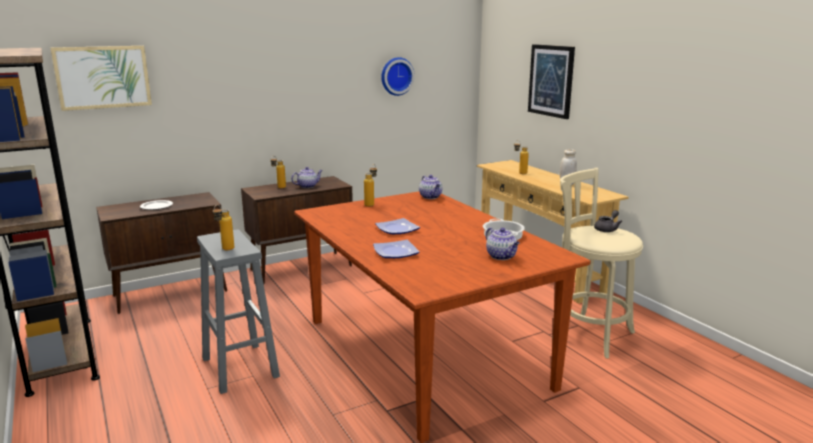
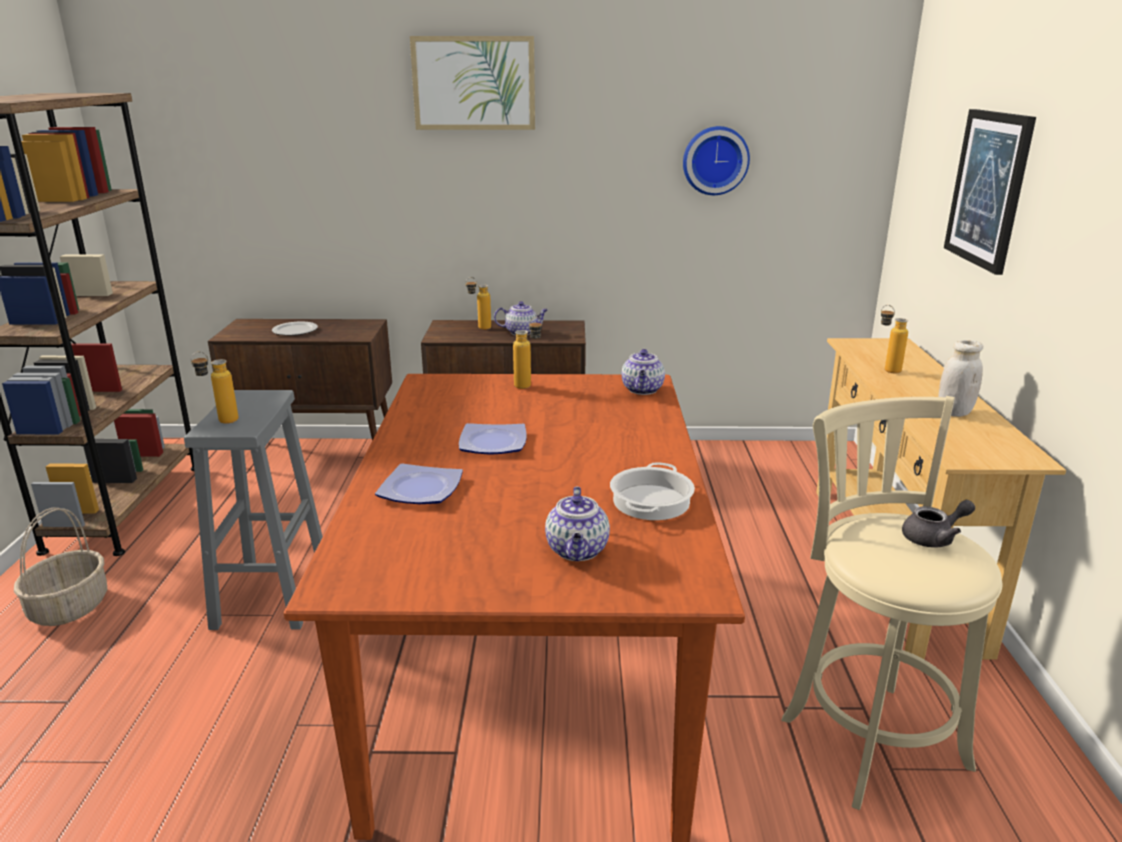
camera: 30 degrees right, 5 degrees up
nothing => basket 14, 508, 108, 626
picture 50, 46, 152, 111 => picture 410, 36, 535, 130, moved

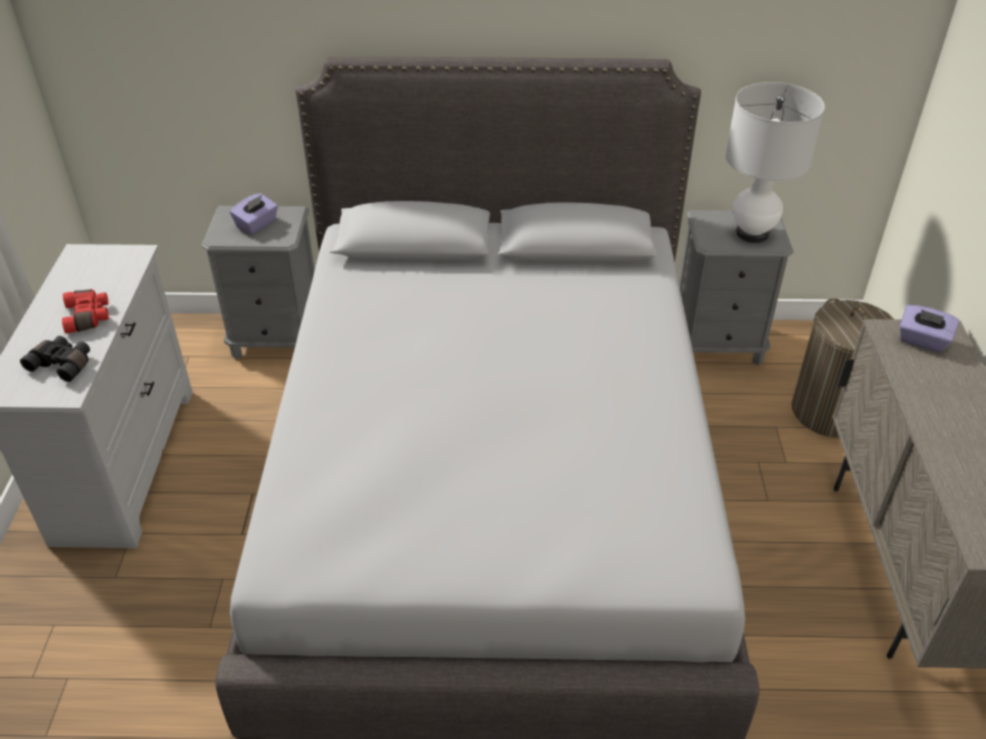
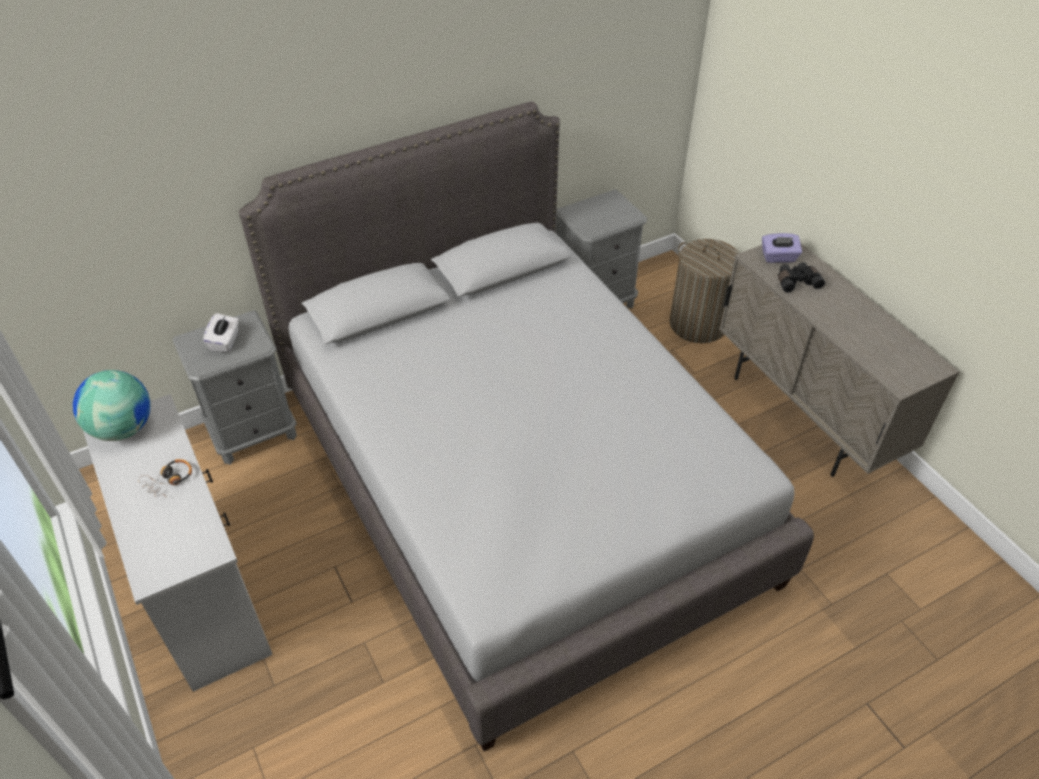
camera: 30 degrees left, 5 degrees up
nothing => globe 73, 370, 150, 441
red binoculars 62, 289, 109, 334 => headphones 138, 459, 192, 497
purple tissue box 230, 193, 278, 234 => white tissue box 203, 313, 239, 352
black binoculars 20, 336, 90, 382 => black binoculars 778, 262, 825, 293, moved
white table lamp 726, 82, 825, 243 => nothing

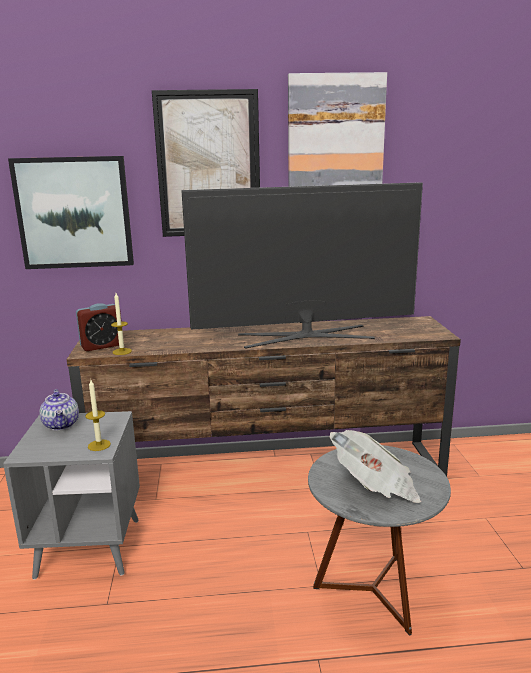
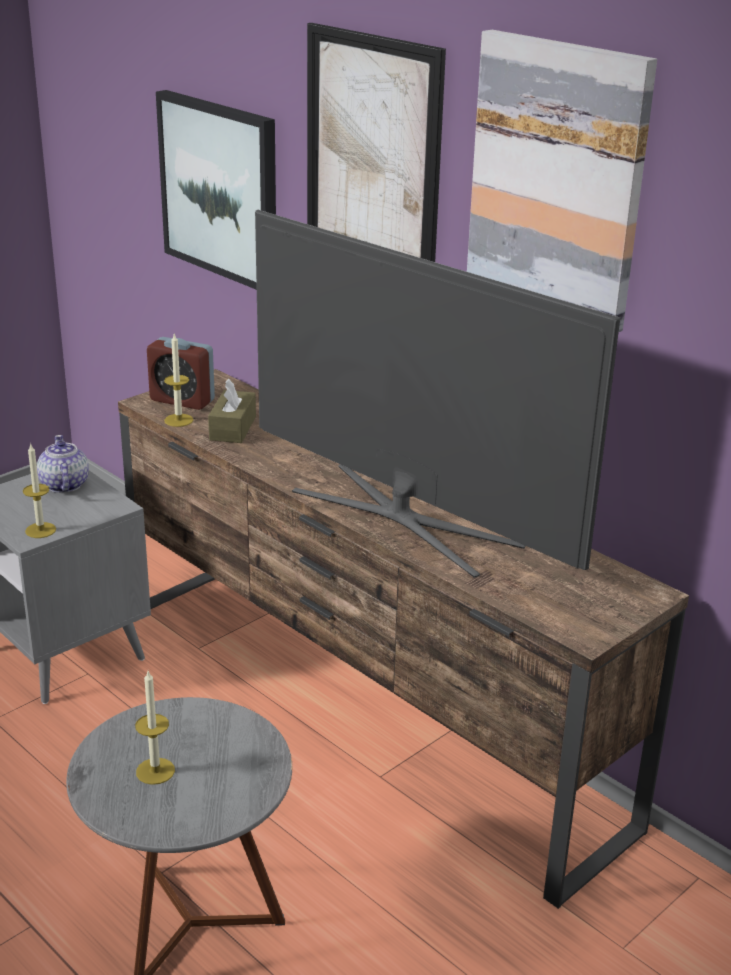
camera: 50 degrees right, 10 degrees up
teapot 40, 389, 79, 430 => teapot 37, 435, 89, 493, 135 degrees clockwise
newspaper 330, 430, 421, 503 => candle 135, 671, 175, 785
nothing => brown tissue box 208, 379, 256, 443

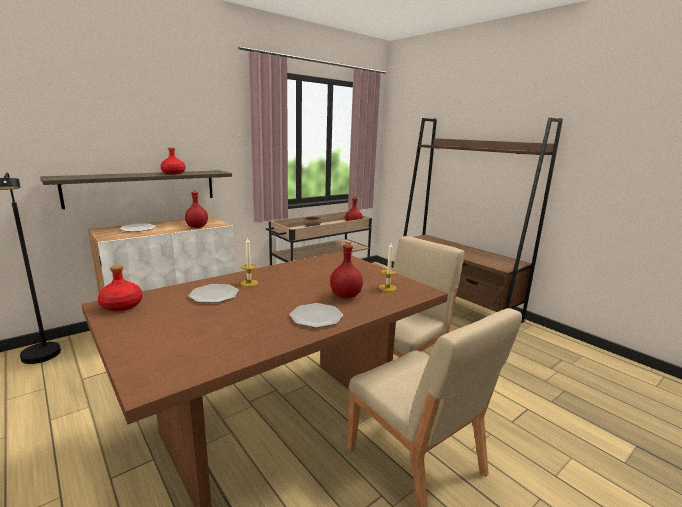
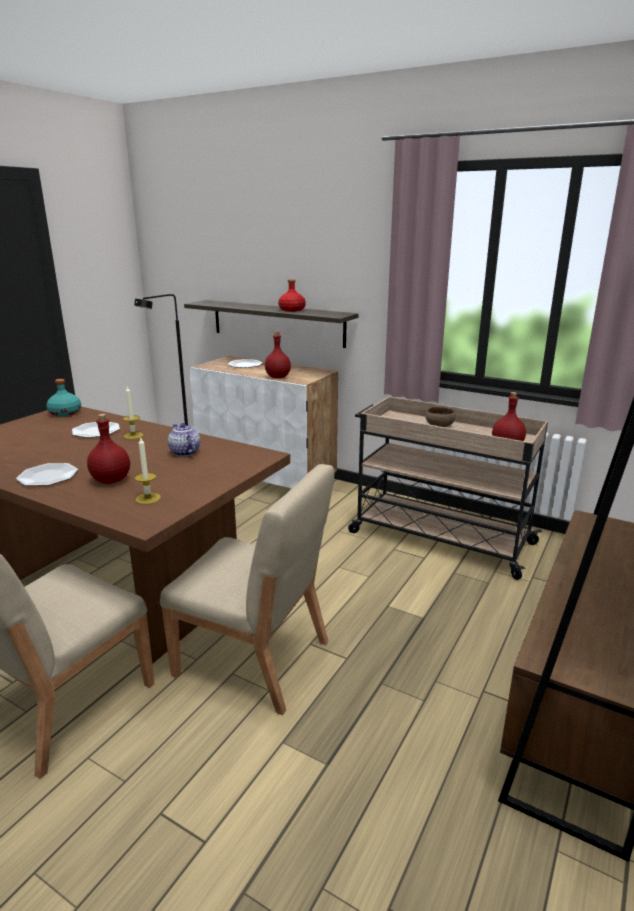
camera: 70 degrees right, 5 degrees up
red bottle 98, 265, 143, 311 => turquoise bottle 46, 379, 81, 416
nothing => teapot 168, 423, 200, 457

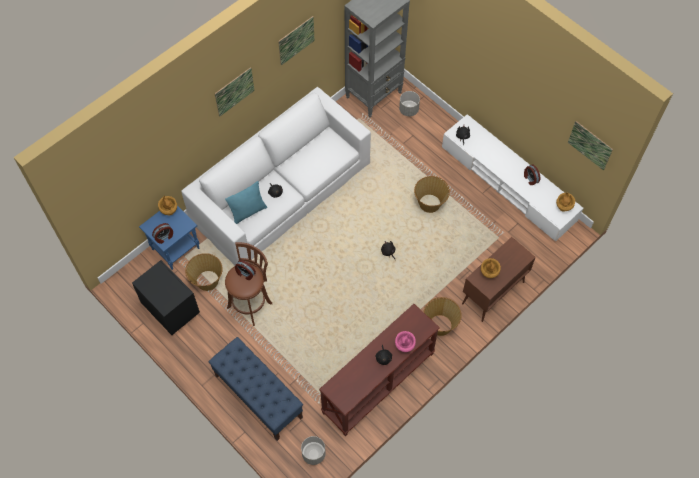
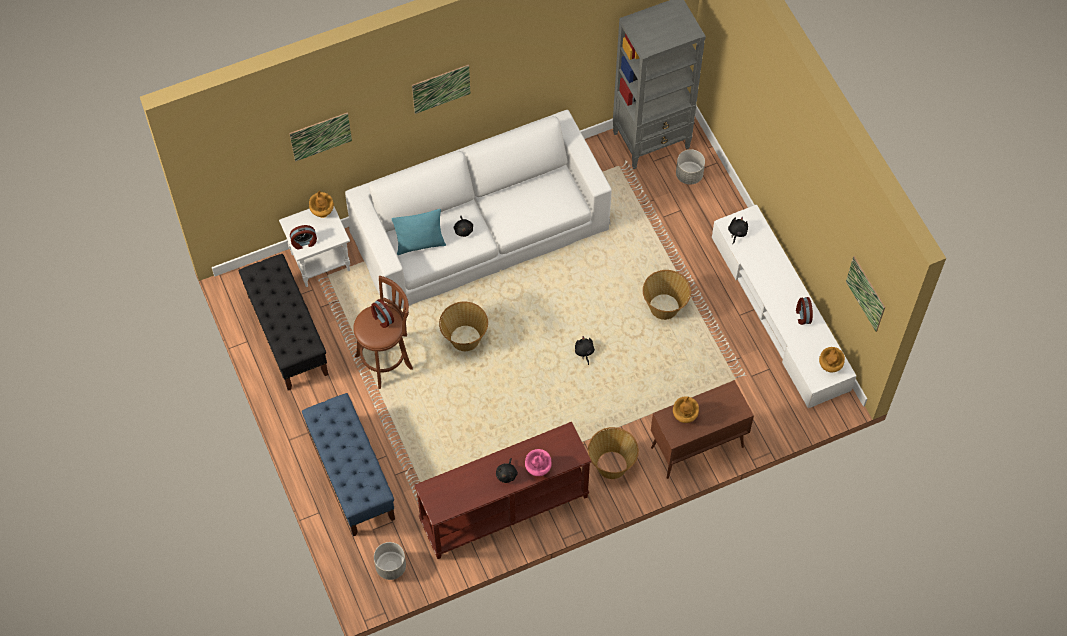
camera: 20 degrees right, 0 degrees up
black nightstand 132, 260, 200, 335 => black bench 239, 254, 328, 391
blue side table 139, 206, 199, 270 => white side table 279, 207, 350, 287
picture 278, 16, 315, 65 => picture 289, 112, 352, 162, moved
basket 185, 253, 223, 291 => basket 439, 302, 488, 351, moved

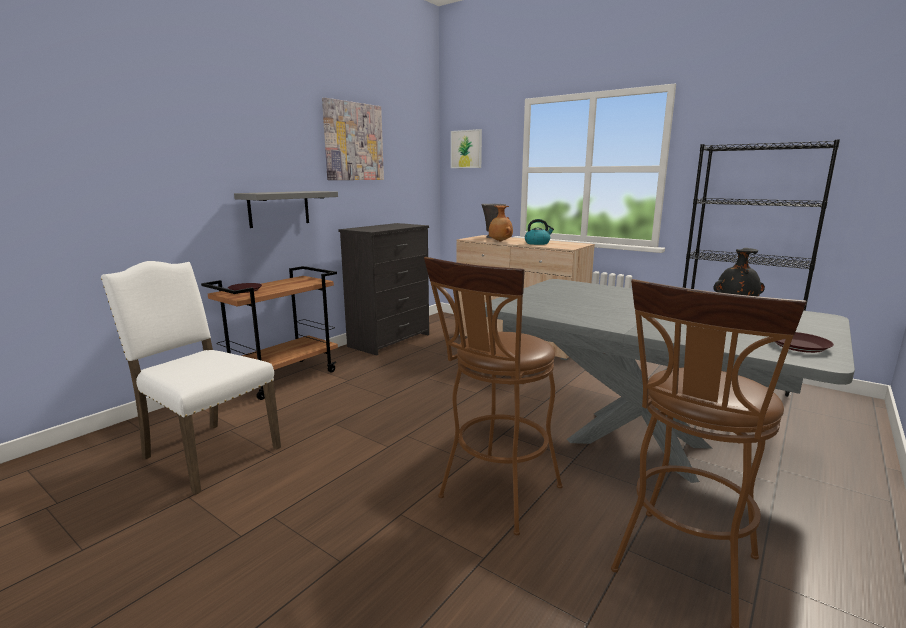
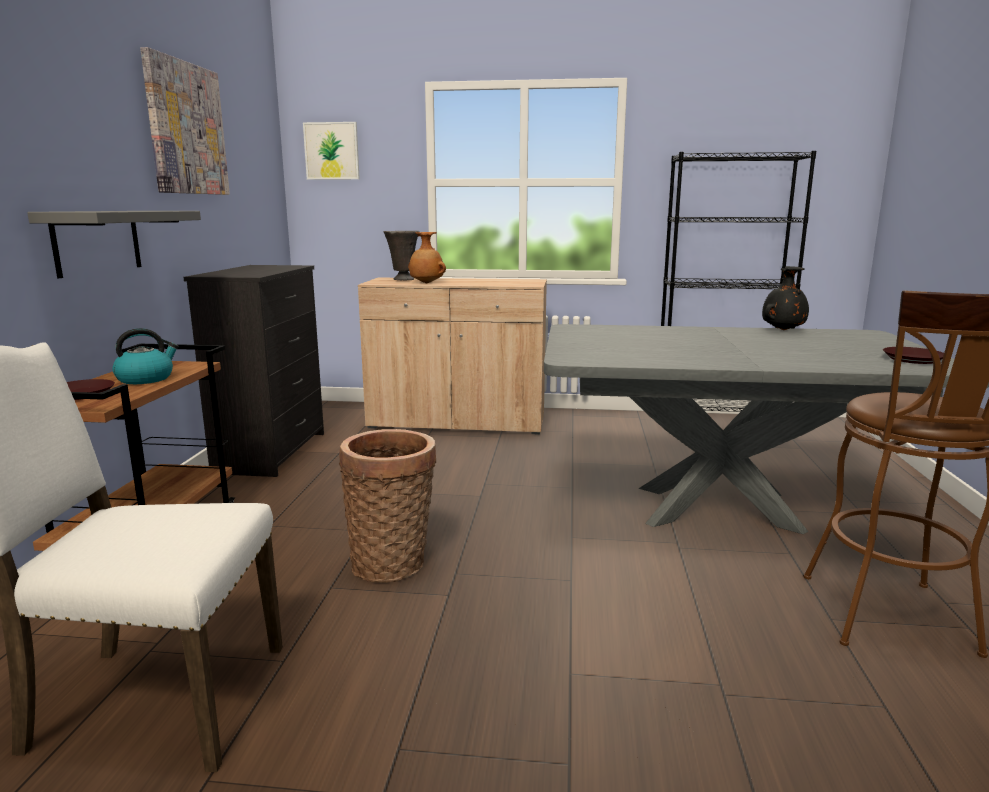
camera: 30 degrees left, 0 degrees up
kettle 525, 219, 554, 245 => kettle 113, 328, 179, 384, moved
nothing => basket 339, 429, 436, 583
brown stool 424, 257, 563, 535 => nothing

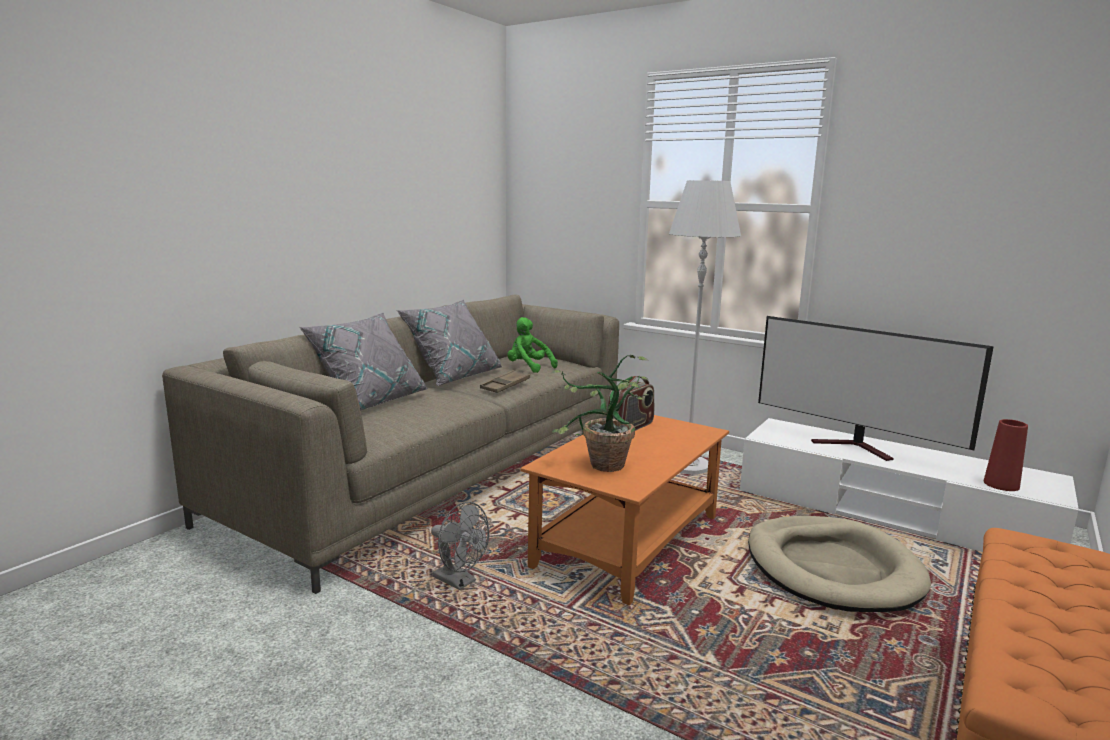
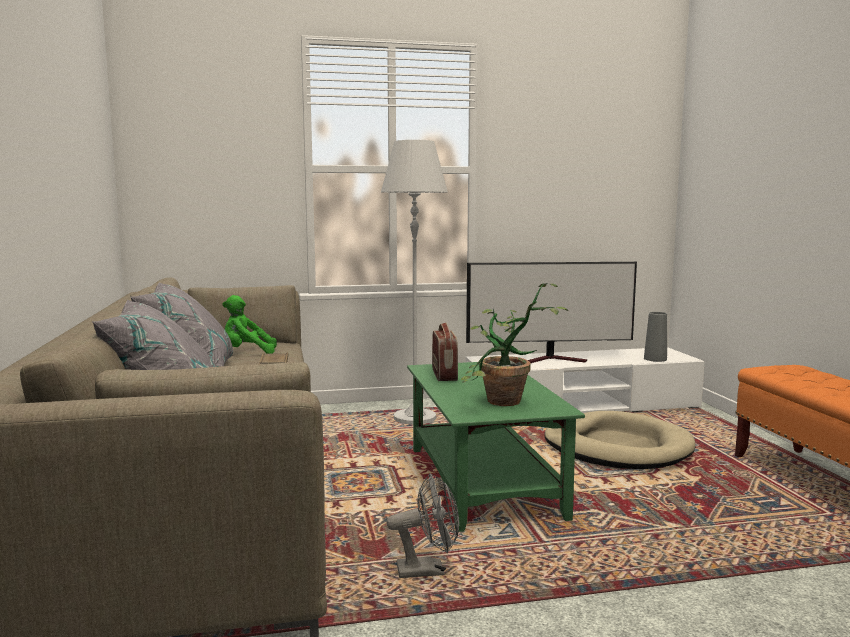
camera: 45 degrees left, 5 degrees down
orange coffee table 521, 415, 729, 606 => green coffee table 407, 362, 585, 532
red vase 984, 419, 1028, 491 => grey vase 644, 312, 667, 362

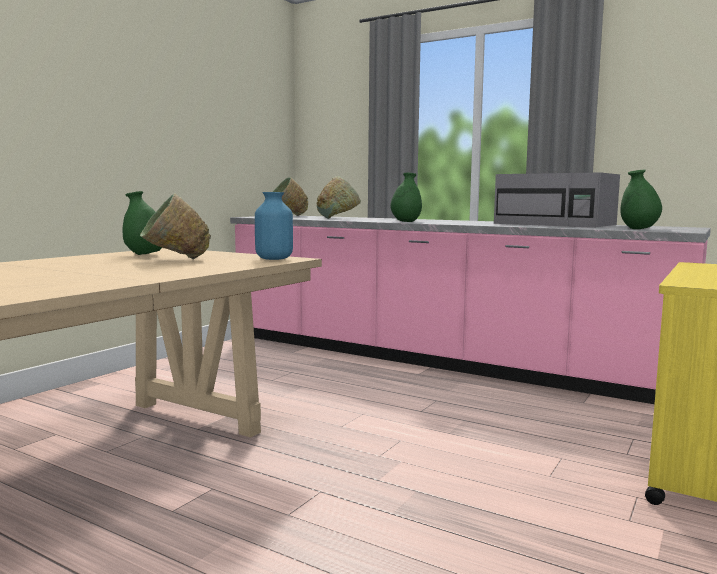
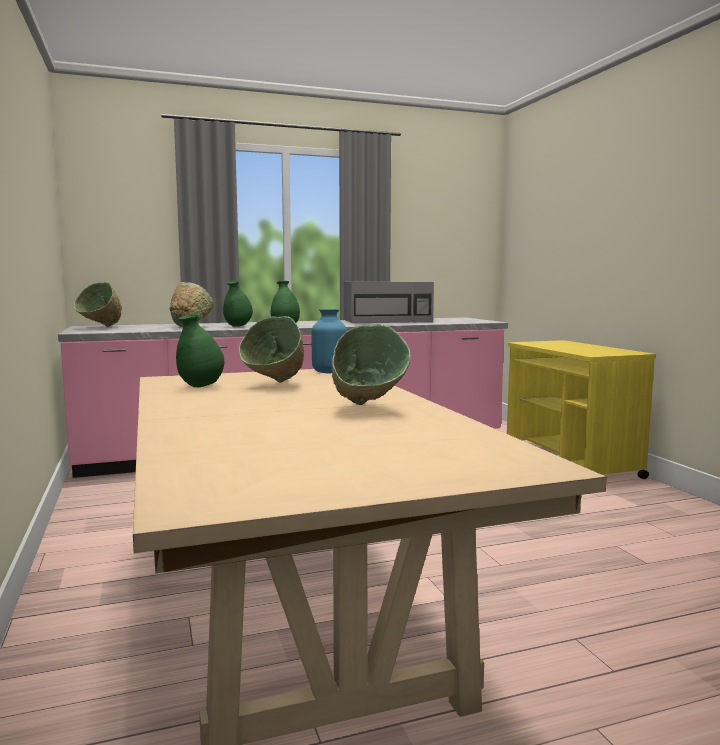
camera: 50 degrees left, 0 degrees up
green vase 620, 170, 662, 229 => green vase 223, 281, 253, 327, moved
nothing => green bowl 332, 324, 410, 405

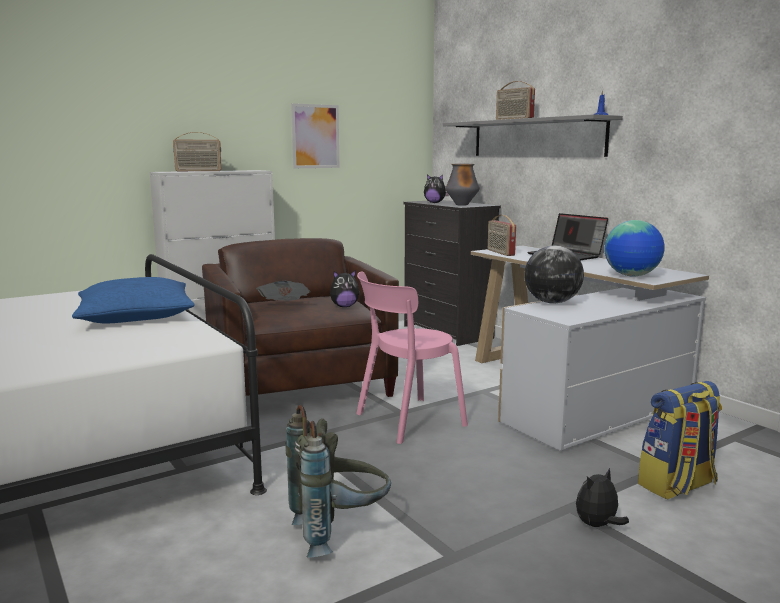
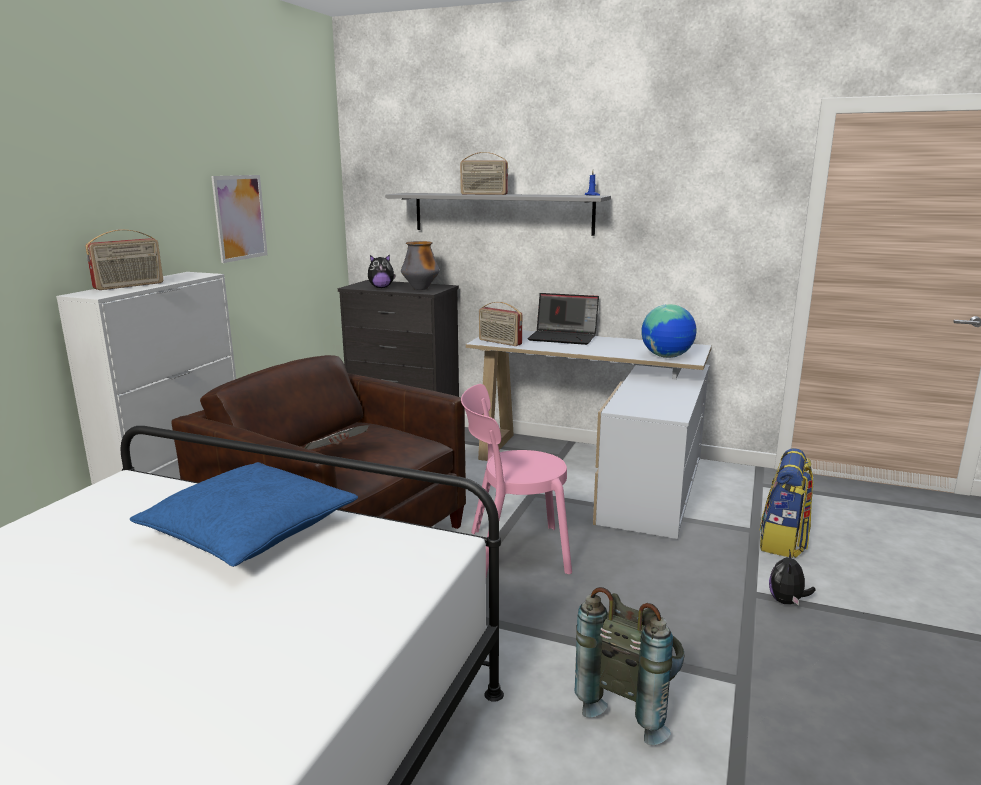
camera: 35 degrees left, 5 degrees up
pink chair 356, 271, 468, 444 => pink chair 461, 384, 572, 577, 60 degrees clockwise
plush toy 330, 270, 360, 307 => nothing
globe 524, 246, 584, 304 => nothing

